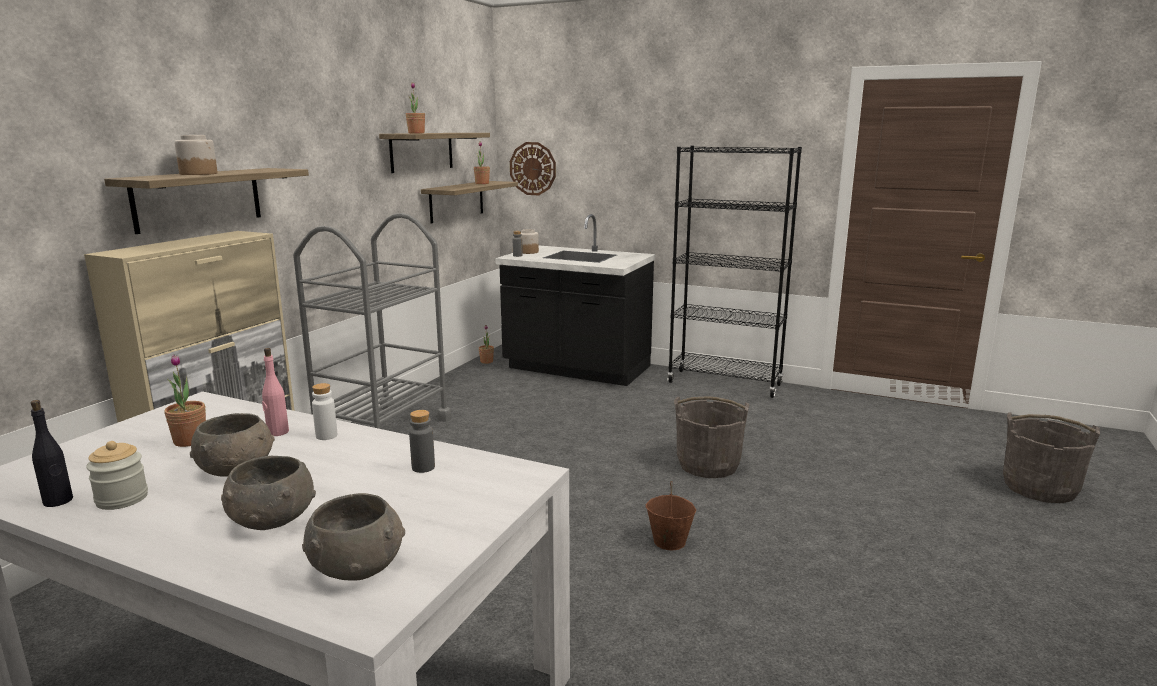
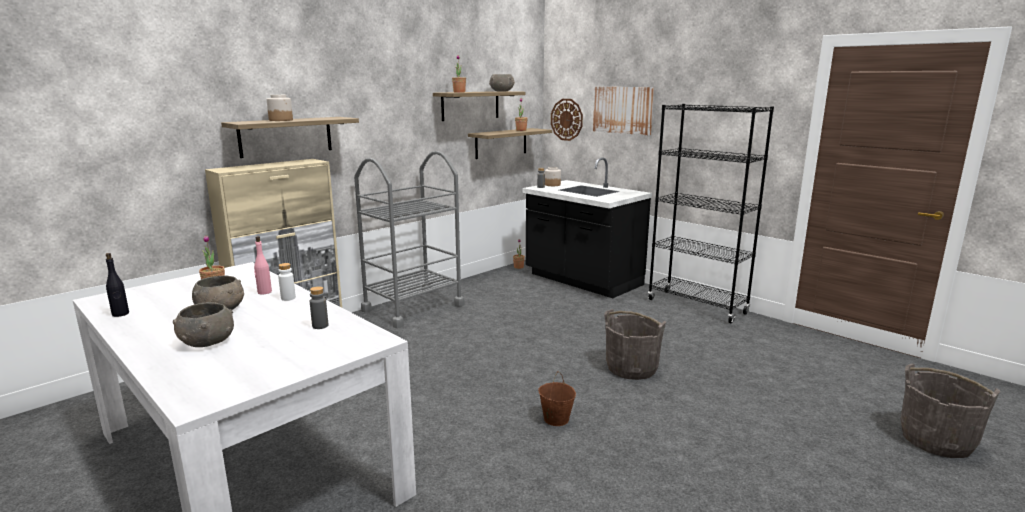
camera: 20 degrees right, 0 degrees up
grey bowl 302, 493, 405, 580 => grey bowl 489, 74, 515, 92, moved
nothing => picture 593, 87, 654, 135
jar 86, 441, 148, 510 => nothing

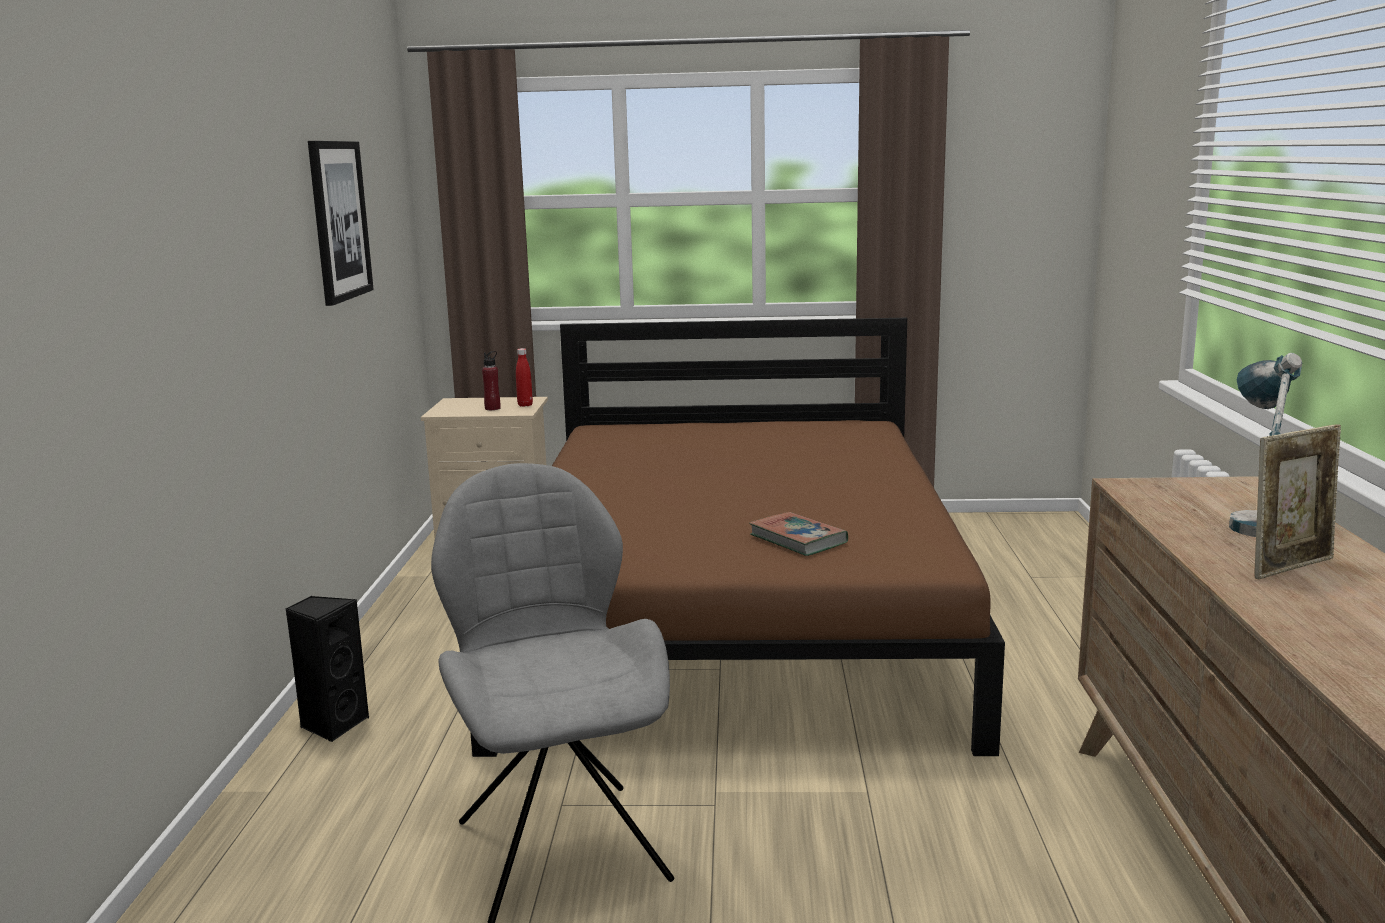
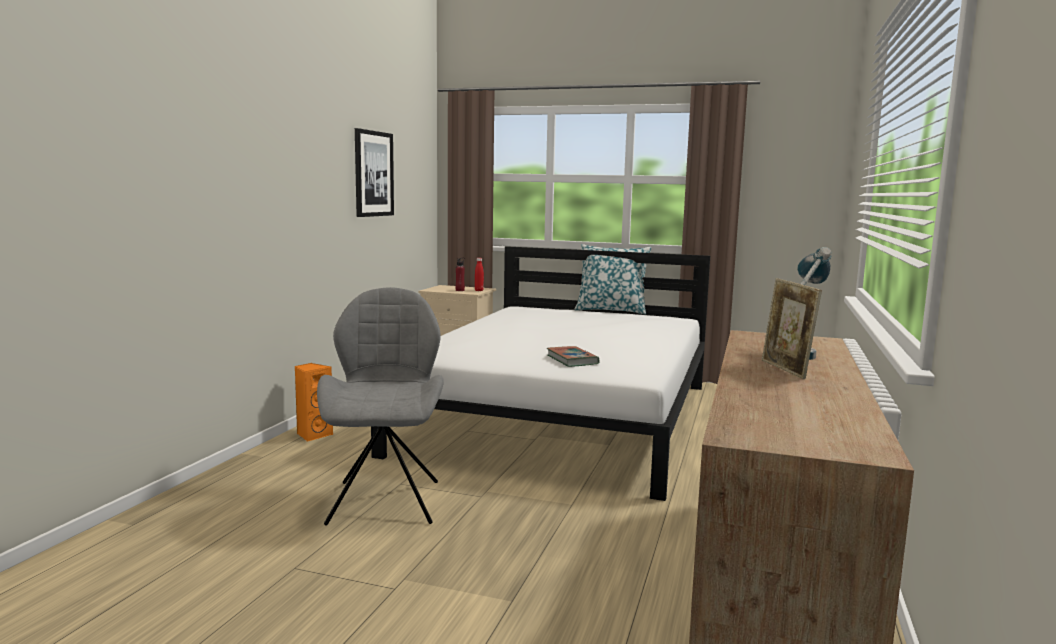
camera: 15 degrees right, 5 degrees down
black speaker 286, 596, 369, 742 => orange speaker 294, 363, 333, 442
brown bed 470, 318, 1005, 757 => white bed 371, 246, 710, 501
nothing => pillow 574, 244, 652, 314
picture frame 1254, 424, 1341, 580 => picture frame 762, 278, 822, 379, 90 degrees clockwise

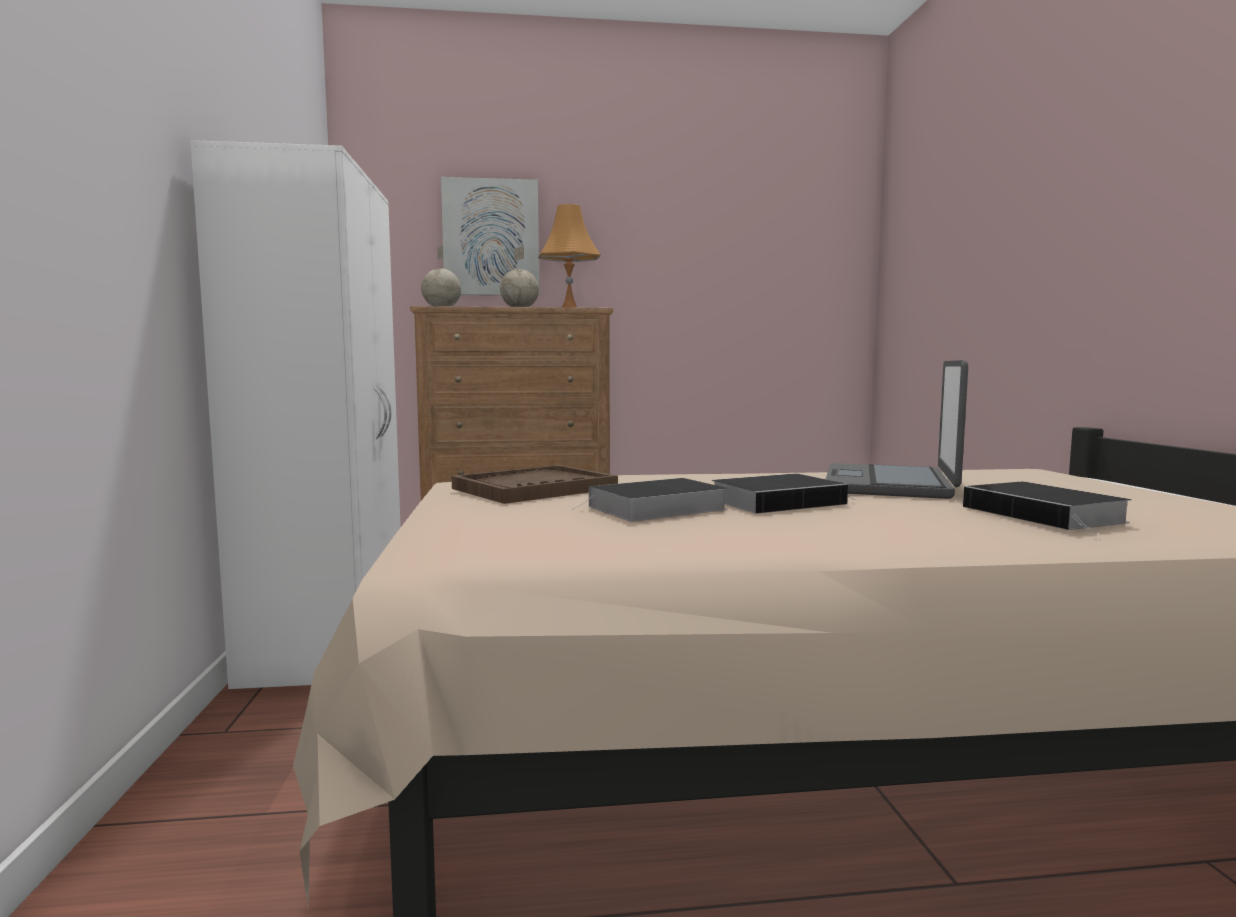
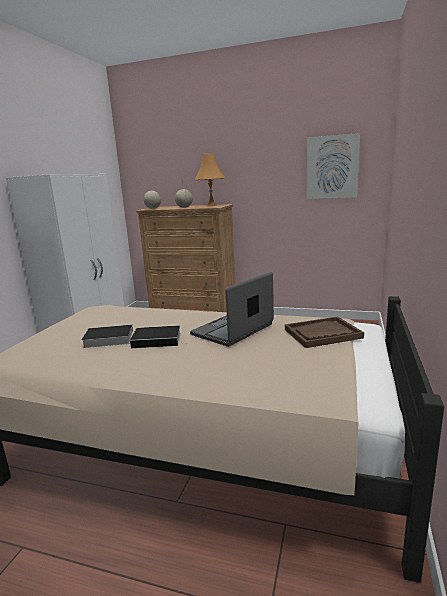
camera: 25 degrees right, 10 degrees up
brown tray 452, 465, 618, 504 => brown tray 285, 316, 364, 348, moved
picture 441, 177, 539, 296 => picture 306, 133, 360, 199, moved
book 963, 482, 1132, 534 => nothing

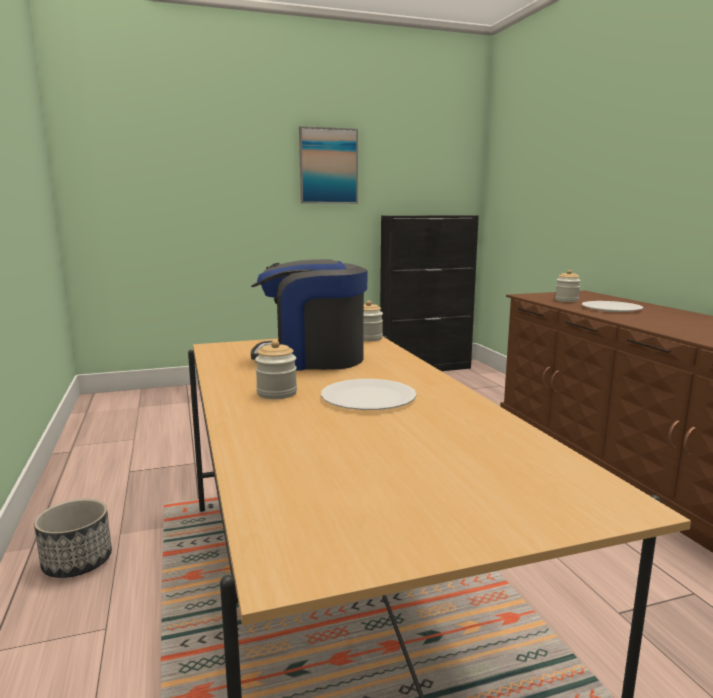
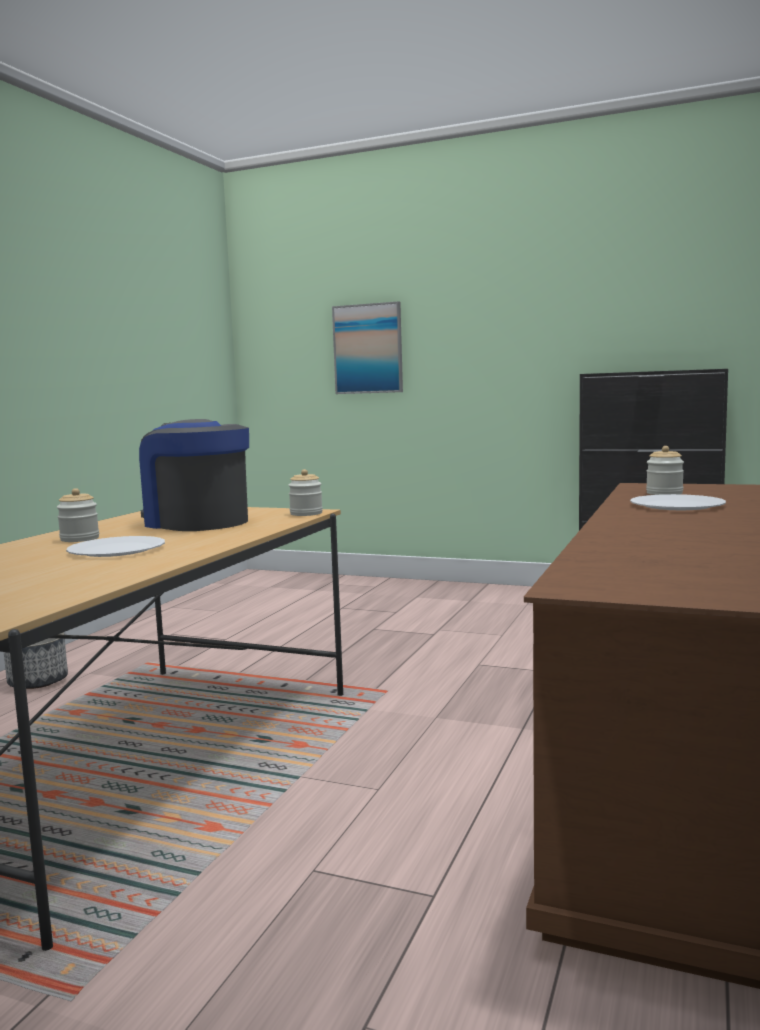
camera: 40 degrees right, 5 degrees down
picture 299, 126, 358, 204 => picture 332, 301, 403, 394, moved

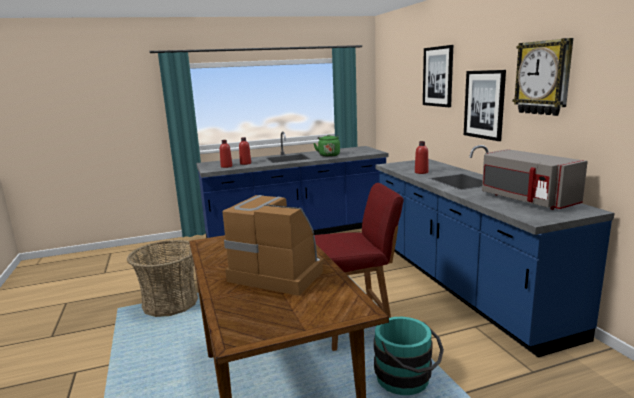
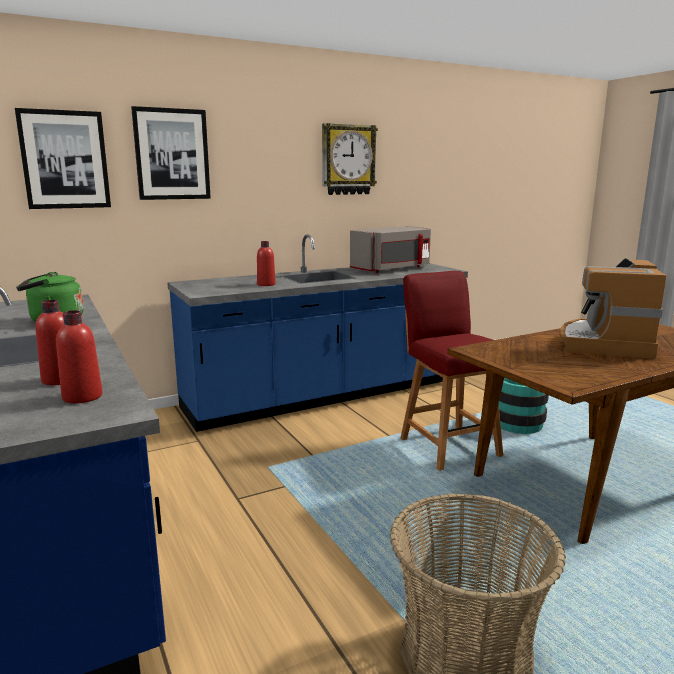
camera: 100 degrees left, 0 degrees up
picture 464, 70, 506, 141 => picture 15, 108, 111, 209, moved

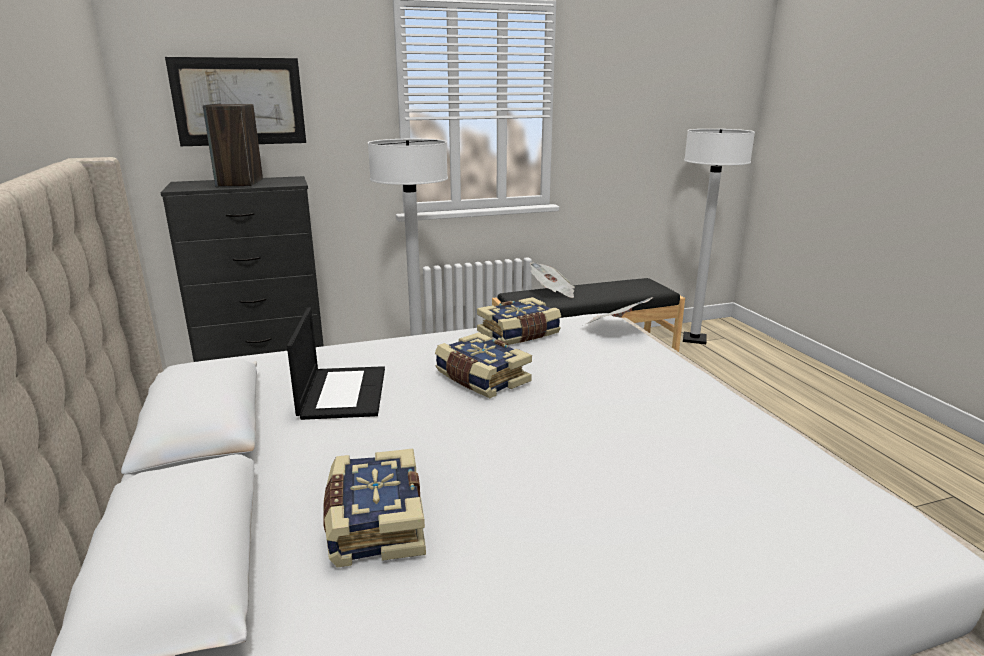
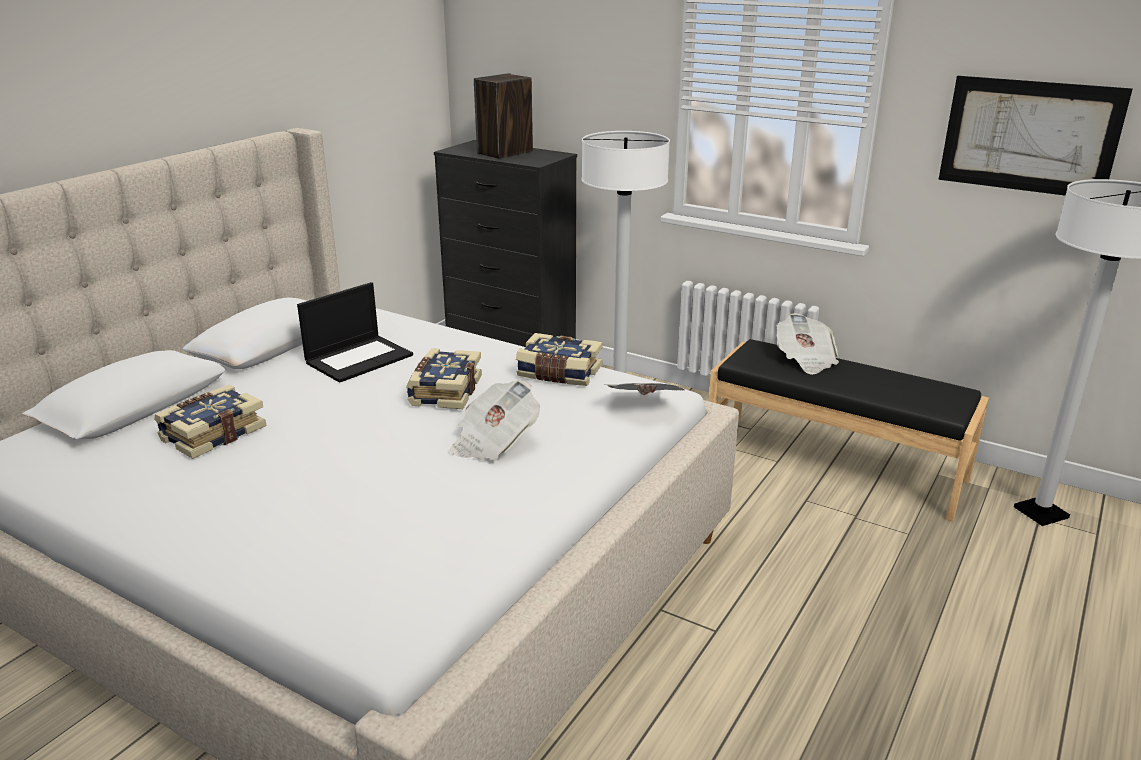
camera: 50 degrees right, 5 degrees up
nothing => newspaper 450, 381, 540, 461
picture 165, 57, 306, 146 => picture 938, 76, 1133, 196, moved

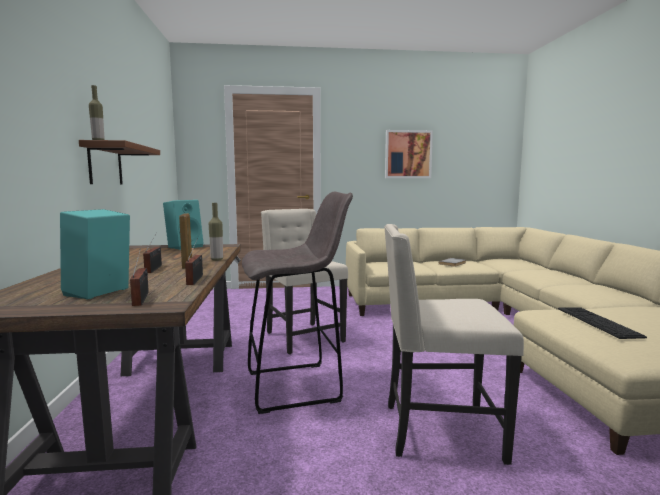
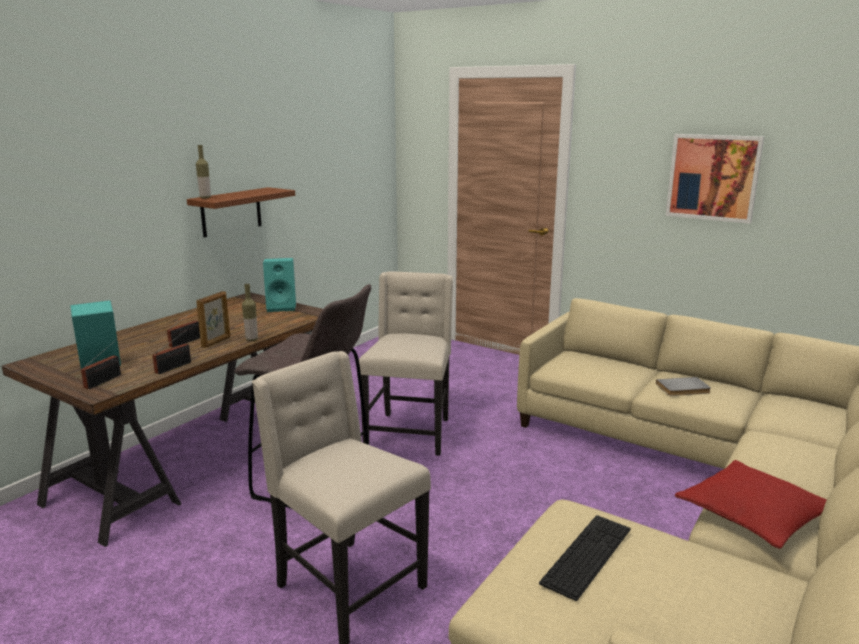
camera: 40 degrees right, 10 degrees up
nothing => red pillow 674, 460, 827, 549

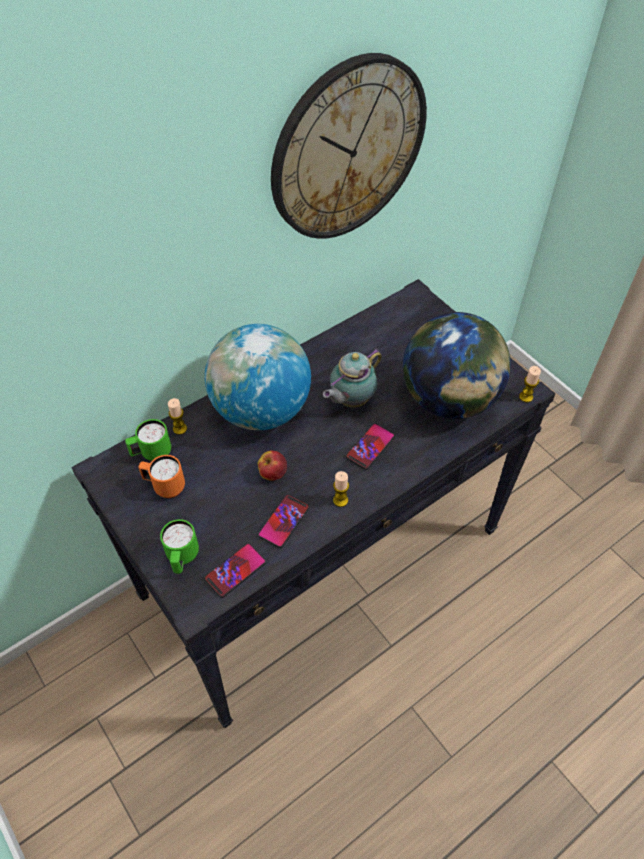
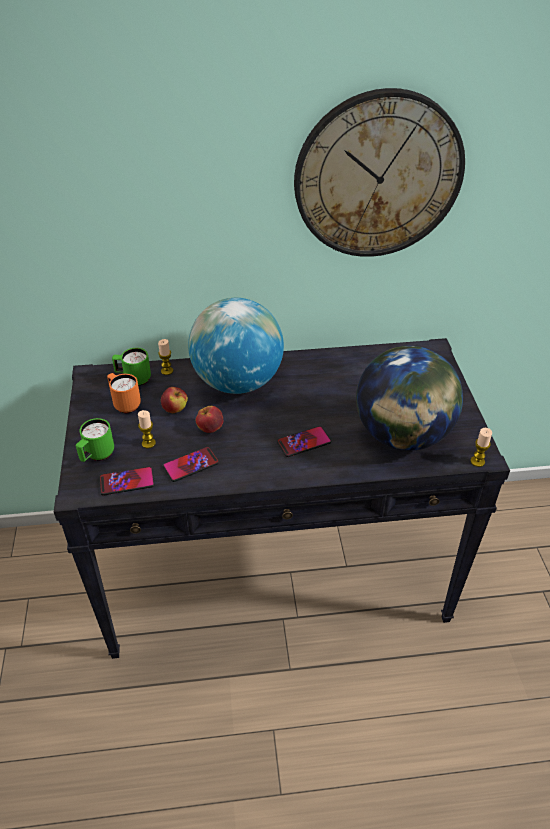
camera: 30 degrees right, 10 degrees down
candle 333, 471, 349, 507 => candle 138, 410, 156, 448, moved
nothing => apple 161, 387, 188, 413
teapot 323, 349, 382, 408 => nothing

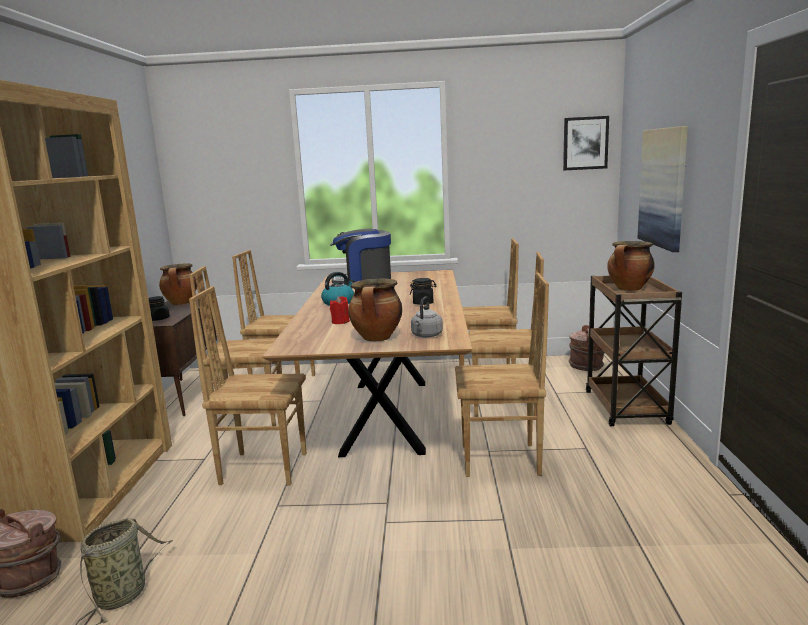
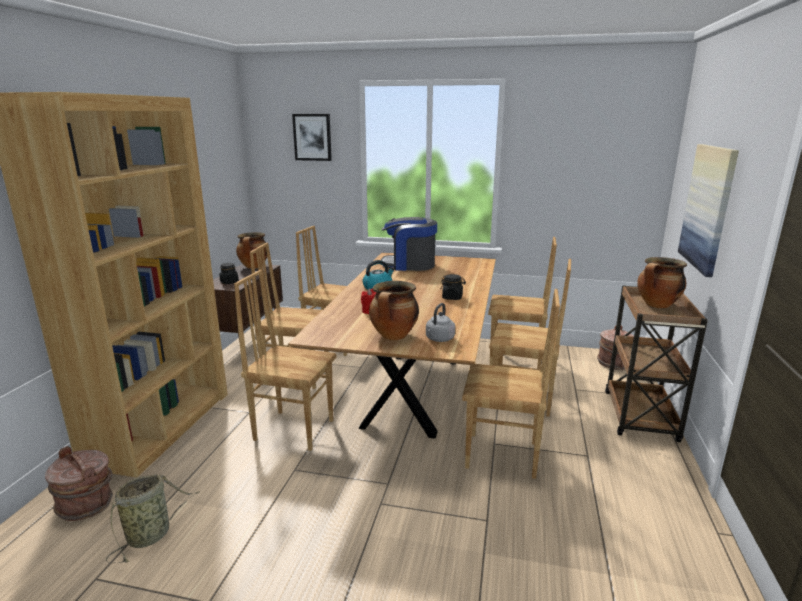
camera: 10 degrees right, 5 degrees up
picture 563, 116, 609, 170 => picture 292, 114, 332, 161, moved

